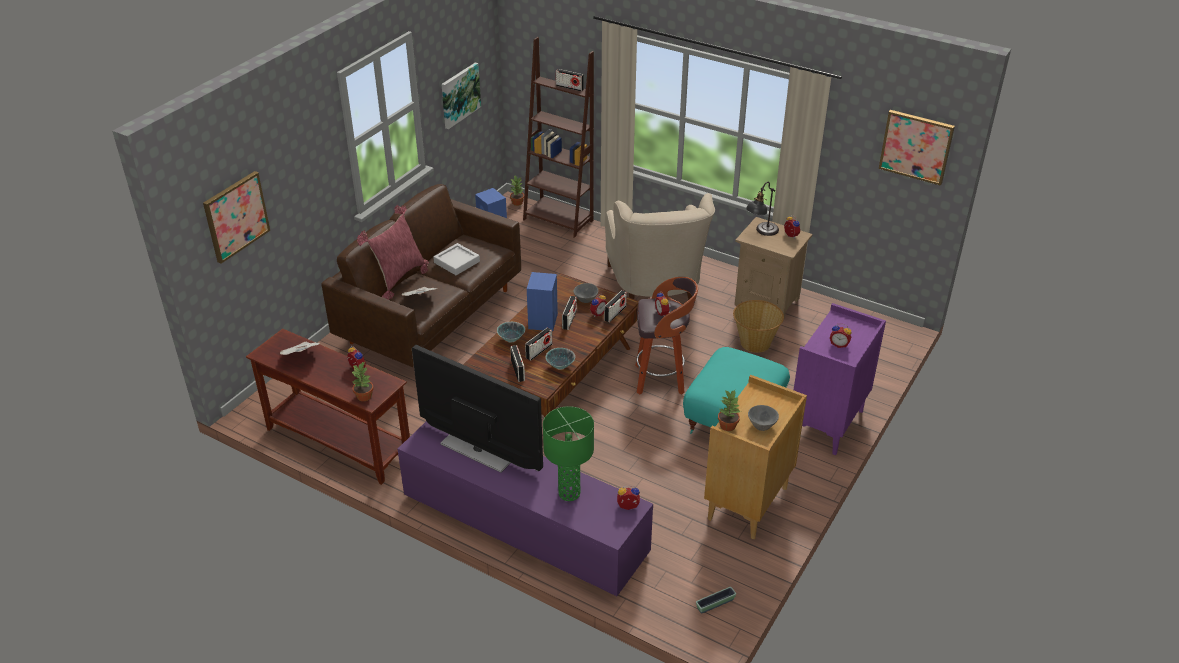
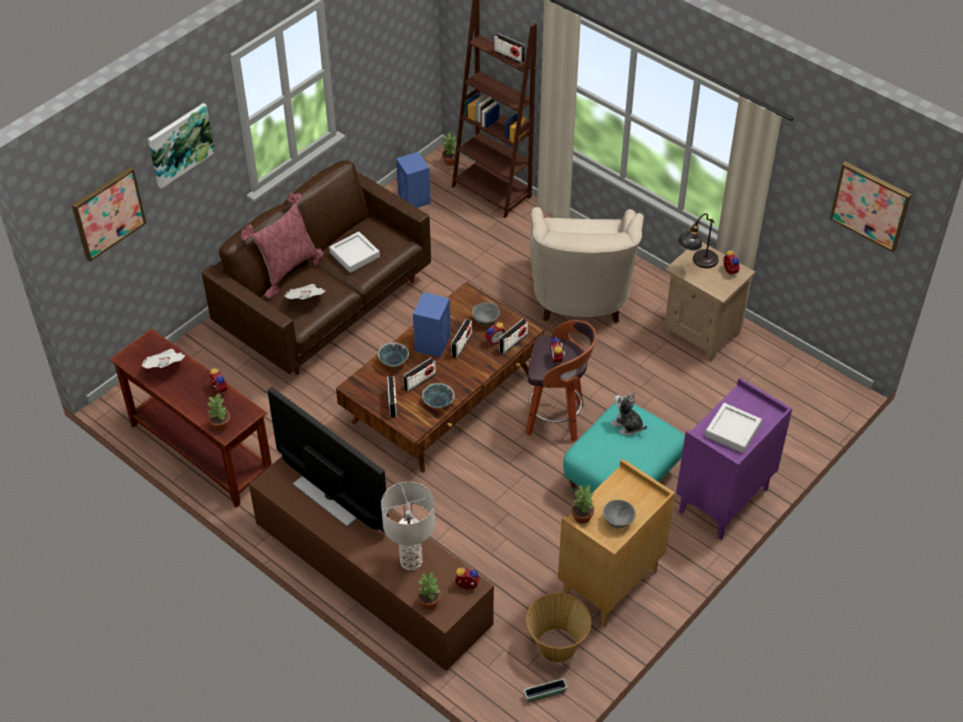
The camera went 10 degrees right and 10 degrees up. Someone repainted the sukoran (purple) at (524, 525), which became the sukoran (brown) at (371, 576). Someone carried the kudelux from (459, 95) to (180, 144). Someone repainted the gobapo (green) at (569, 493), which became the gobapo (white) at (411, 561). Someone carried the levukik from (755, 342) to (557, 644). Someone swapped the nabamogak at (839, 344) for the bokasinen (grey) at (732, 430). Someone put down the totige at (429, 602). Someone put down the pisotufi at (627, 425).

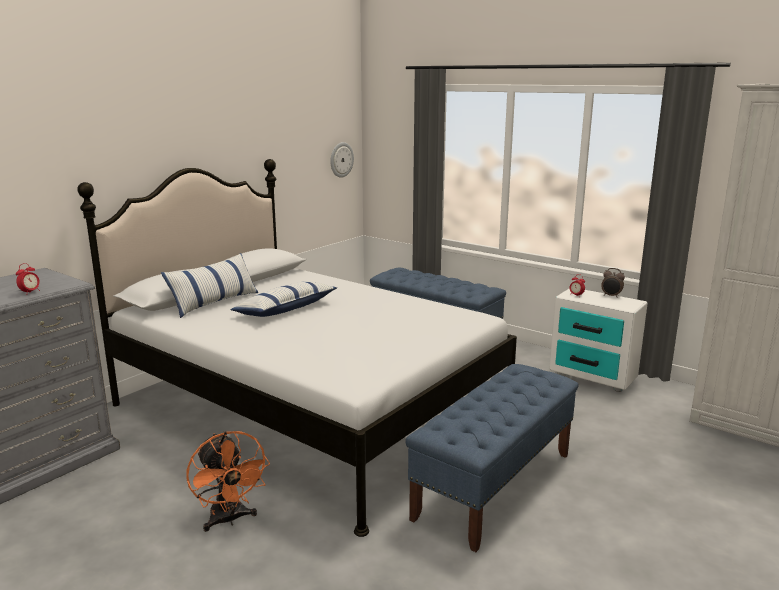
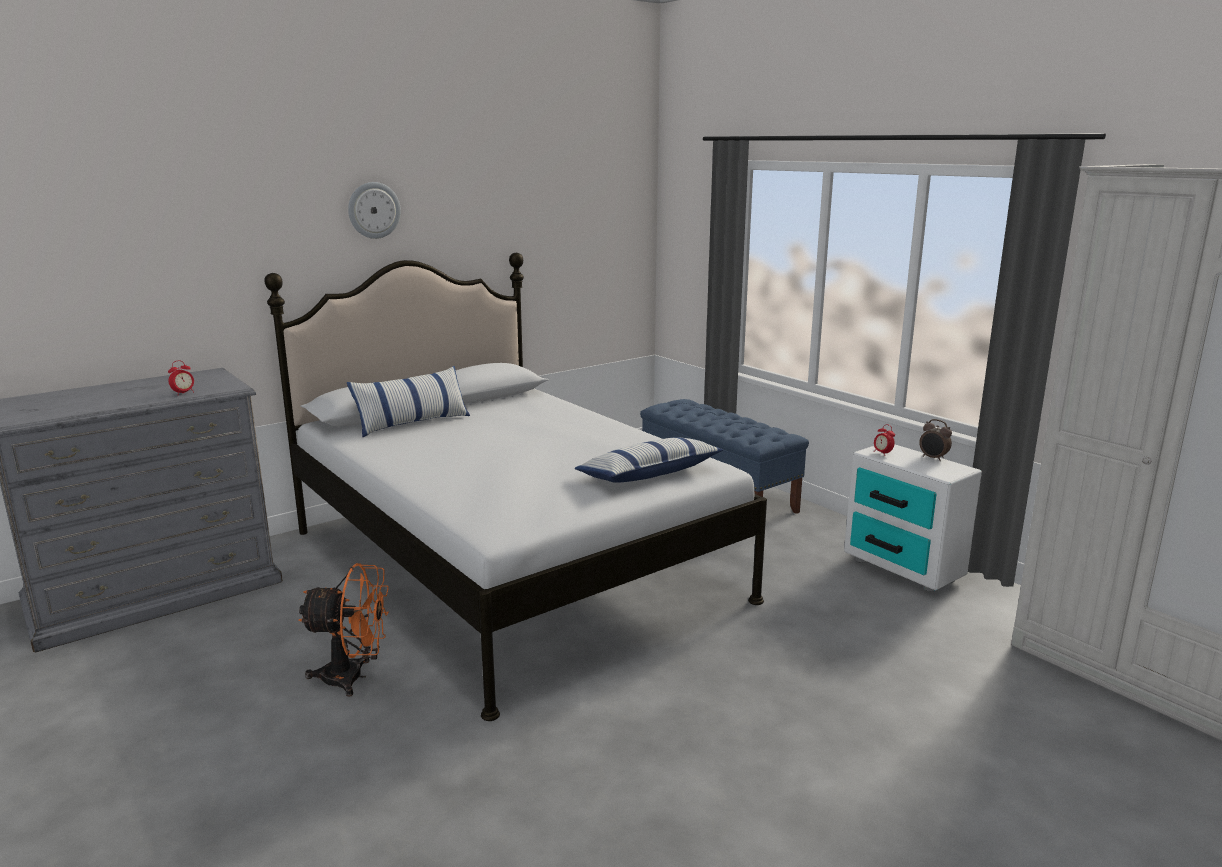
The camera went 15 degrees right and 0 degrees up. Someone rotated the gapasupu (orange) at (229, 520) by 75 degrees counterclockwise. Someone carried the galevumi from (286, 309) to (649, 474). Someone carried the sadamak from (341, 159) to (374, 210). Someone took away the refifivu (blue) at (494, 485).

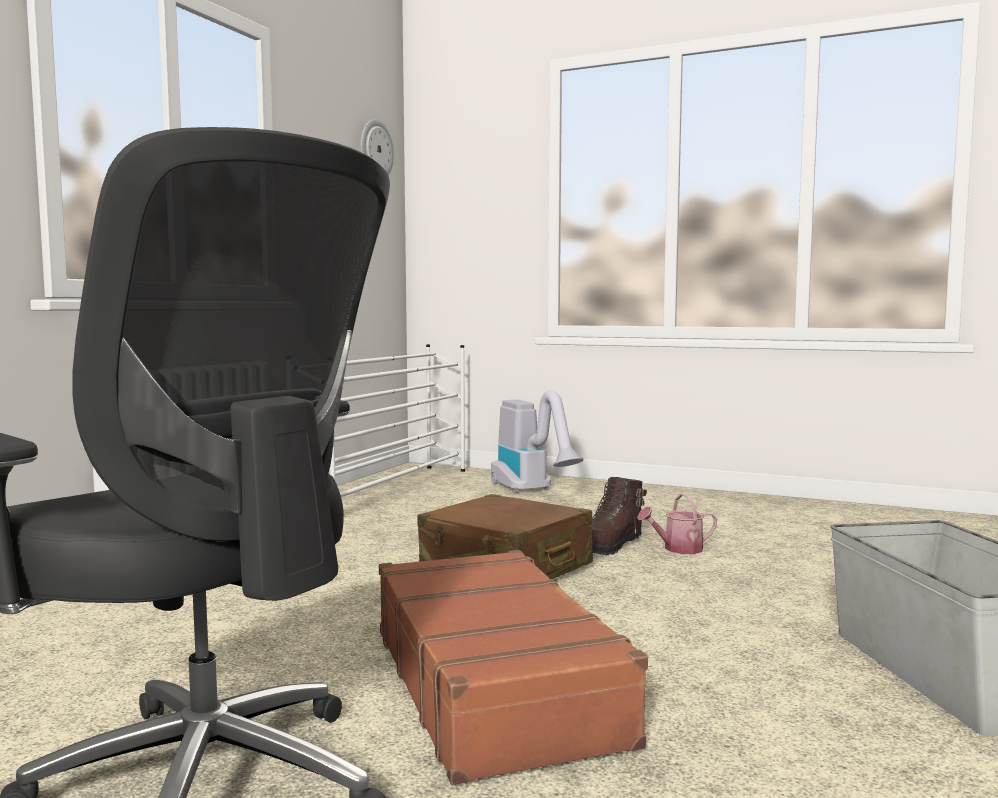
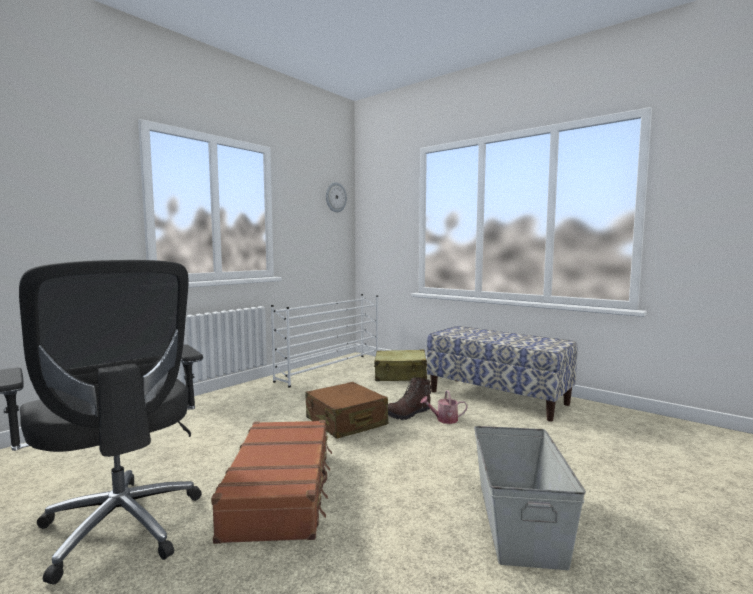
The camera went 15 degrees right and 0 degrees up. Someone swapped the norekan at (532, 491) for the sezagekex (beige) at (401, 375). Someone put down the refifivu at (497, 397).

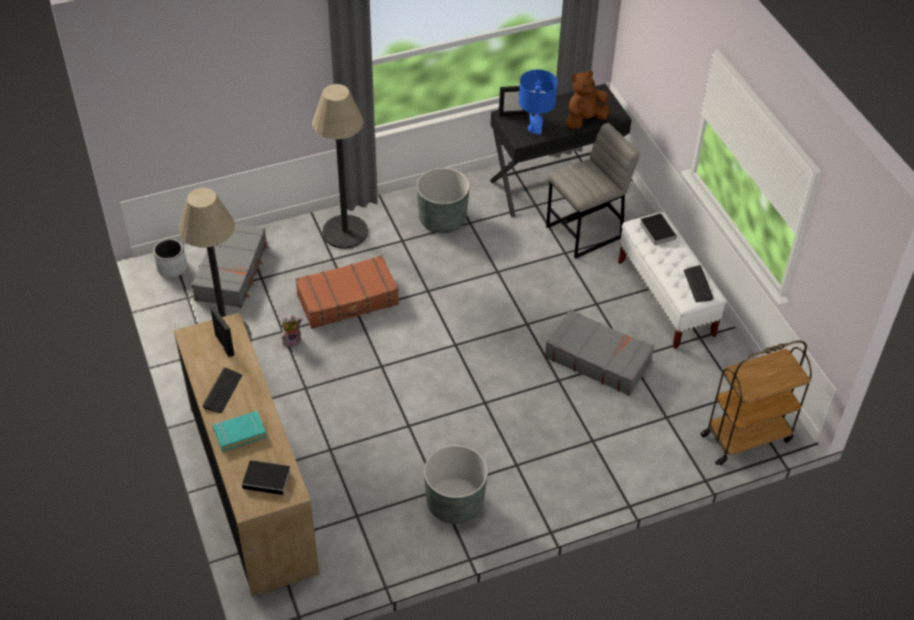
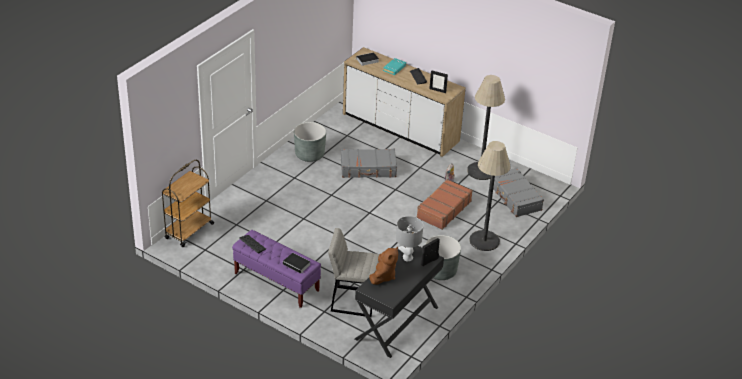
The camera went 145 degrees right and 10 degrees down. Someone took away the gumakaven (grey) at (172, 267). Someone repainted the gobapo (blue) at (535, 129), which became the gobapo (grey) at (407, 257). Someone carried the sezagekex (grey) from (597, 359) to (368, 169). Someone rotated the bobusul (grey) at (586, 231) by 75 degrees clockwise. Someone repainted the refifivu (white) at (665, 299), which became the refifivu (purple) at (276, 282).

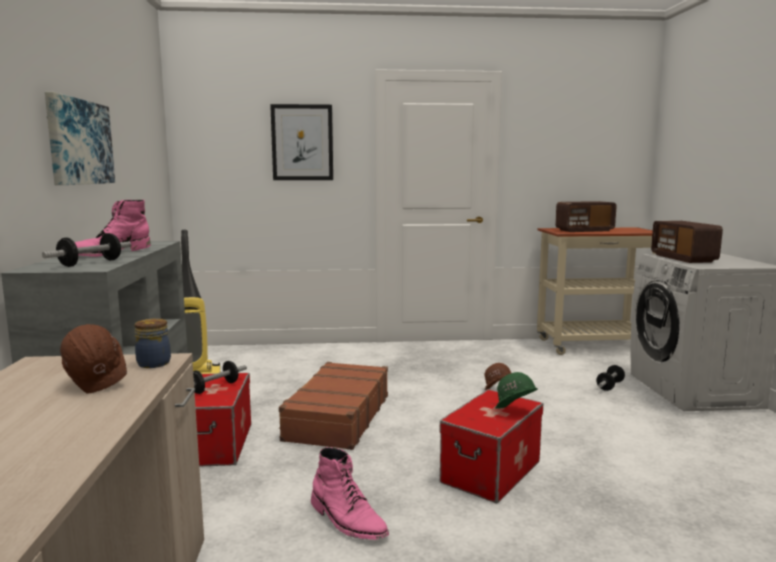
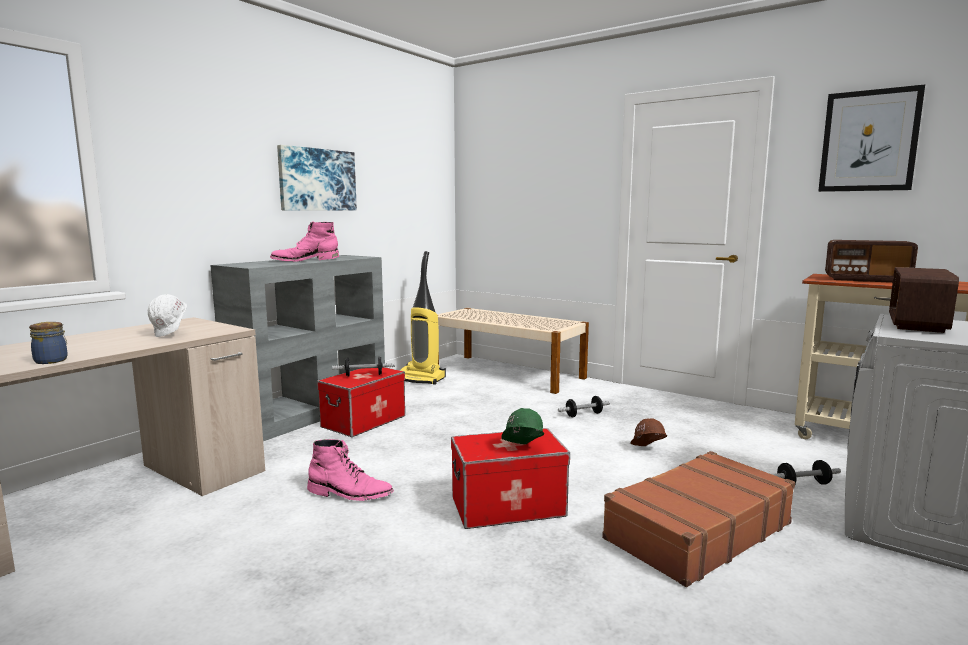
The camera went 40 degrees right and 0 degrees up. Someone carried the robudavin from (90, 263) to (583, 415). Someone repainted the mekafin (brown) at (97, 384), which became the mekafin (white) at (171, 334). Someone carried the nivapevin from (154, 363) to (52, 360). Someone carried the kudelux from (302, 142) to (869, 141). Someone carried the sezagekex (brown) from (337, 417) to (696, 531). Someone rotated the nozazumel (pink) at (347, 520) by 75 degrees counterclockwise. Someone put down the refifivu (beige) at (507, 373).

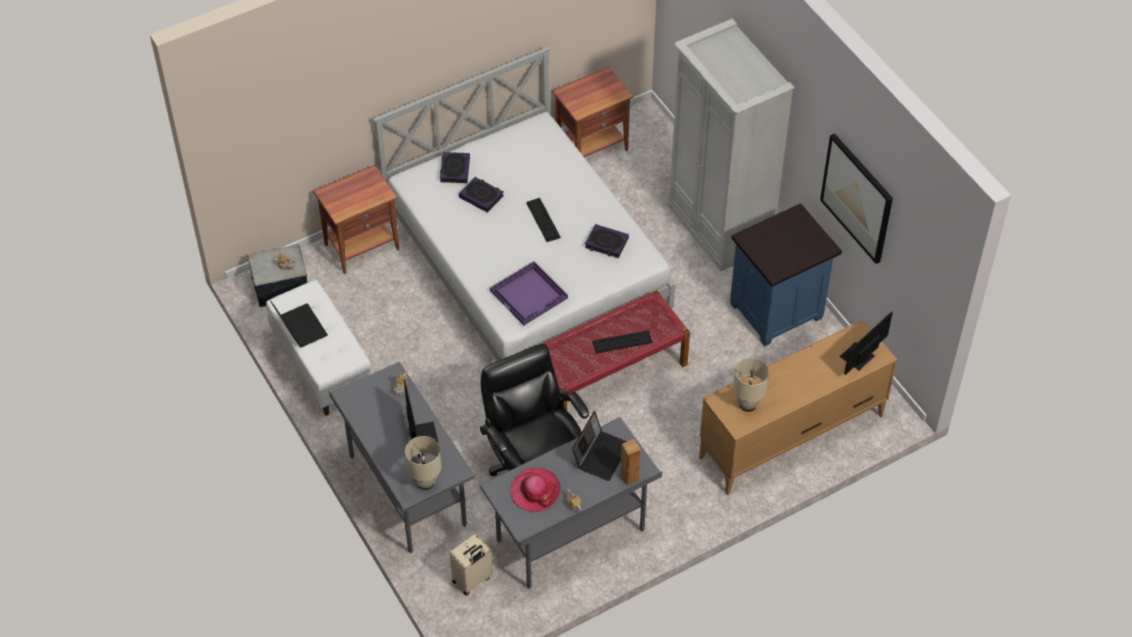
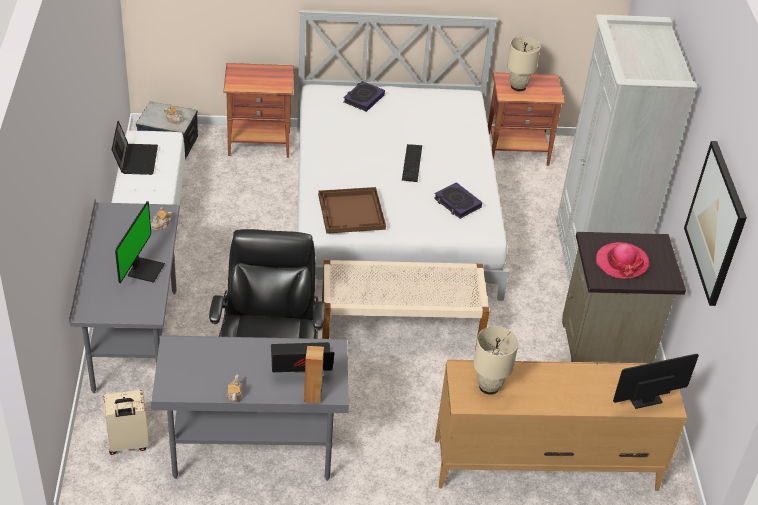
The camera went 25 degrees right and 10 degrees down. Someone carried the gobapo (beige) from (425, 482) to (518, 87). Someone took away the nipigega at (481, 196). Someone repainted the bokasinen (purple) at (529, 294), which became the bokasinen (brown) at (352, 212). Someone carried the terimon from (535, 491) to (621, 262). Someone repainted the refifivu (red) at (609, 372), which became the refifivu (beige) at (400, 327). Someone rotated the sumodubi at (601, 454) by 150 degrees counterclockwise. Someone took away the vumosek at (622, 342). Someone repainted the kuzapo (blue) at (778, 311), which became the kuzapo (beige) at (607, 347).

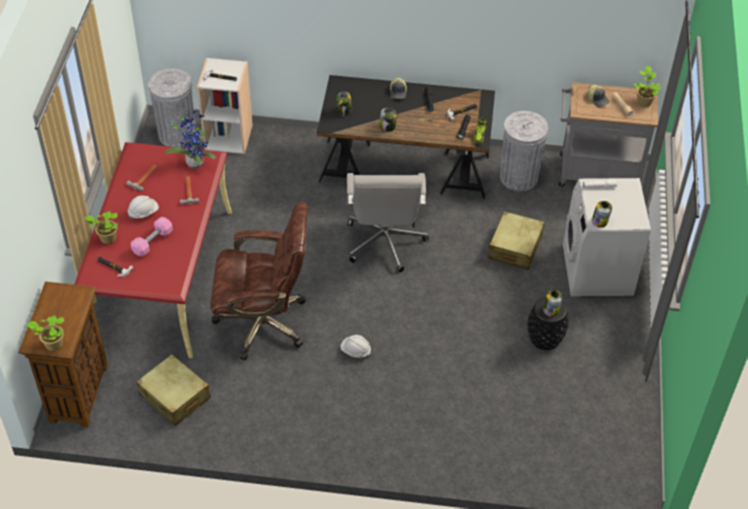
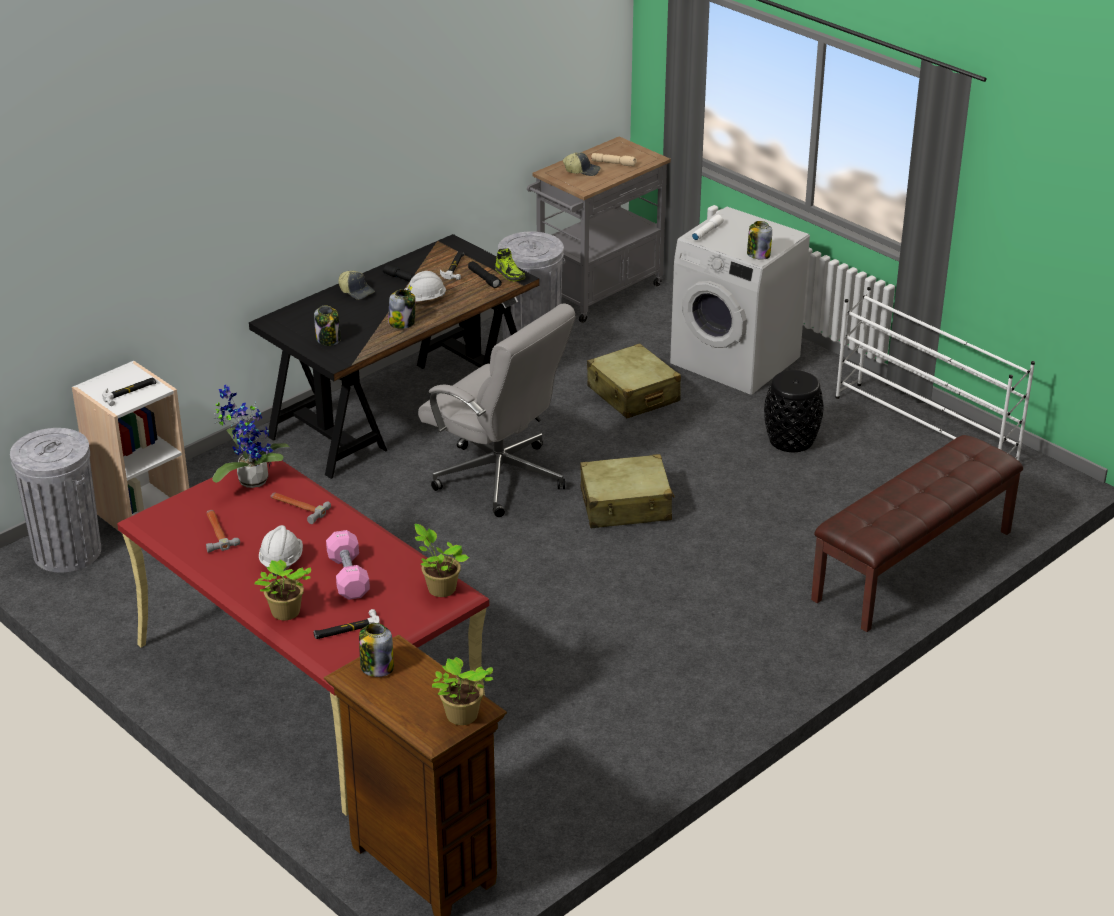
The camera went 50 degrees left and 15 degrees down. Someone carried the sezagekex (beige) from (175, 397) to (626, 505). Someone took away the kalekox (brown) at (262, 322). Someone carried the mekafin (white) from (355, 351) to (424, 300). Someone carried the nivapevin from (550, 309) to (376, 667). Someone carried the totige from (643, 101) to (440, 588). Someone put down the refifivu (brown) at (913, 566). Someone put down the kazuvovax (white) at (925, 430).

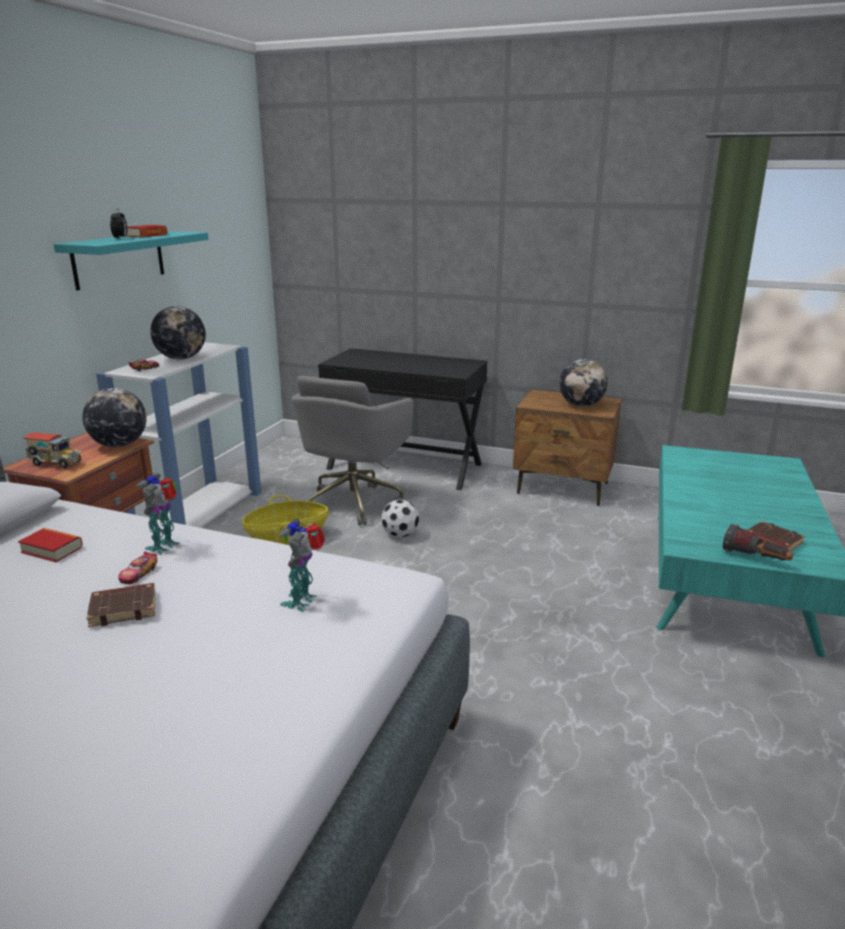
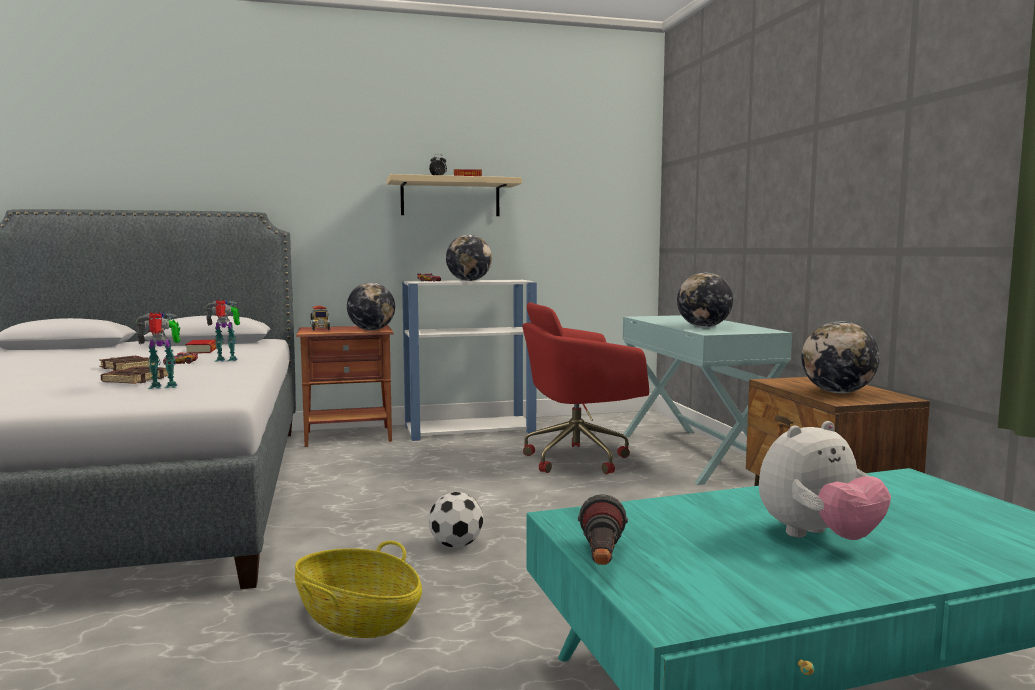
The camera went 55 degrees right and 15 degrees down. Someone repainted the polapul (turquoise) at (119, 259), which became the polapul (beige) at (450, 197). Someone carried the levukik from (287, 538) to (358, 619). Someone repainted the kalekox (grey) at (355, 502), which became the kalekox (red) at (581, 459). Someone repainted the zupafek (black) at (405, 466), which became the zupafek (turquoise) at (695, 454). Someone carried the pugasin from (400, 535) to (455, 545). Someone carried the nipigega (brown) from (772, 541) to (136, 380). Someone put down the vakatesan at (703, 327). Someone put down the pisotufi at (818, 537).

